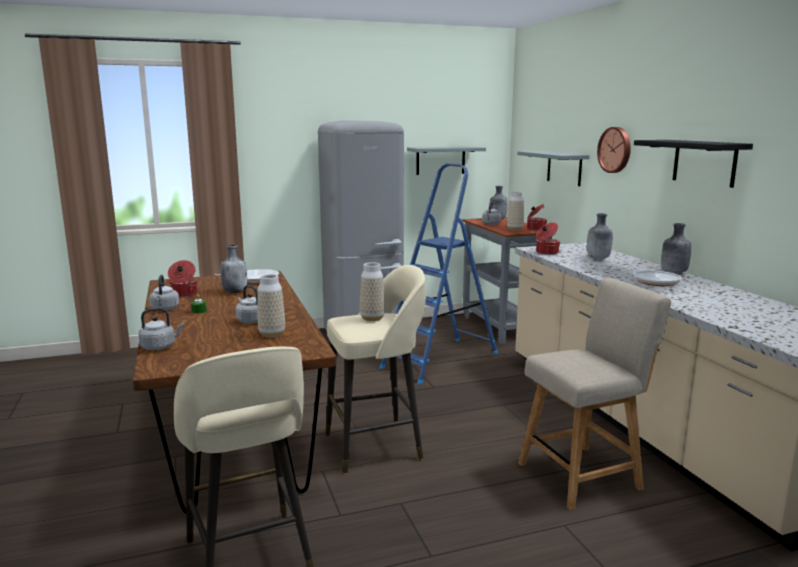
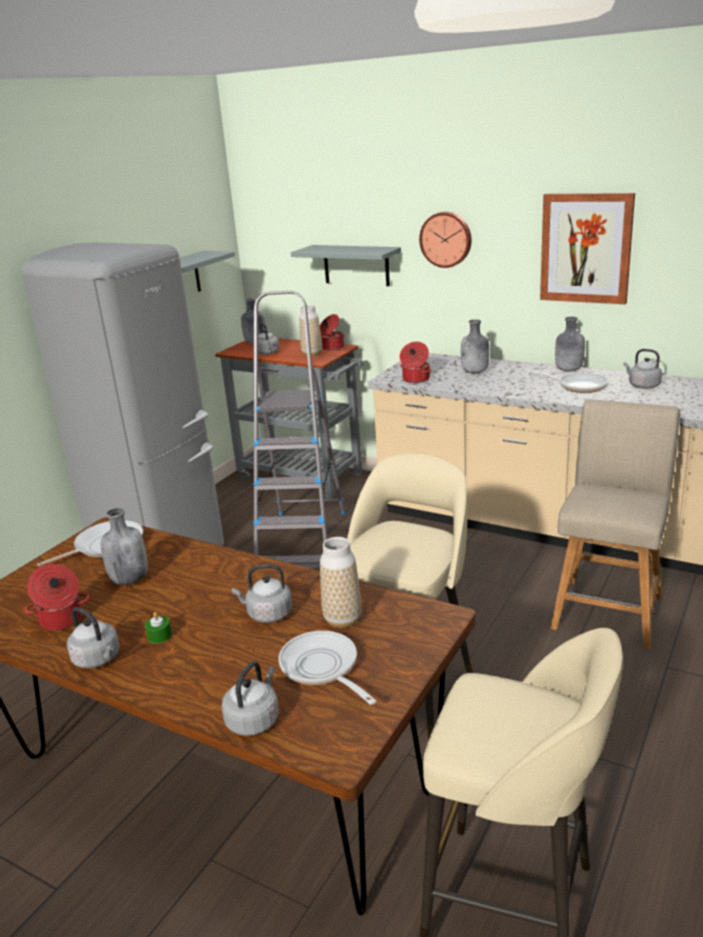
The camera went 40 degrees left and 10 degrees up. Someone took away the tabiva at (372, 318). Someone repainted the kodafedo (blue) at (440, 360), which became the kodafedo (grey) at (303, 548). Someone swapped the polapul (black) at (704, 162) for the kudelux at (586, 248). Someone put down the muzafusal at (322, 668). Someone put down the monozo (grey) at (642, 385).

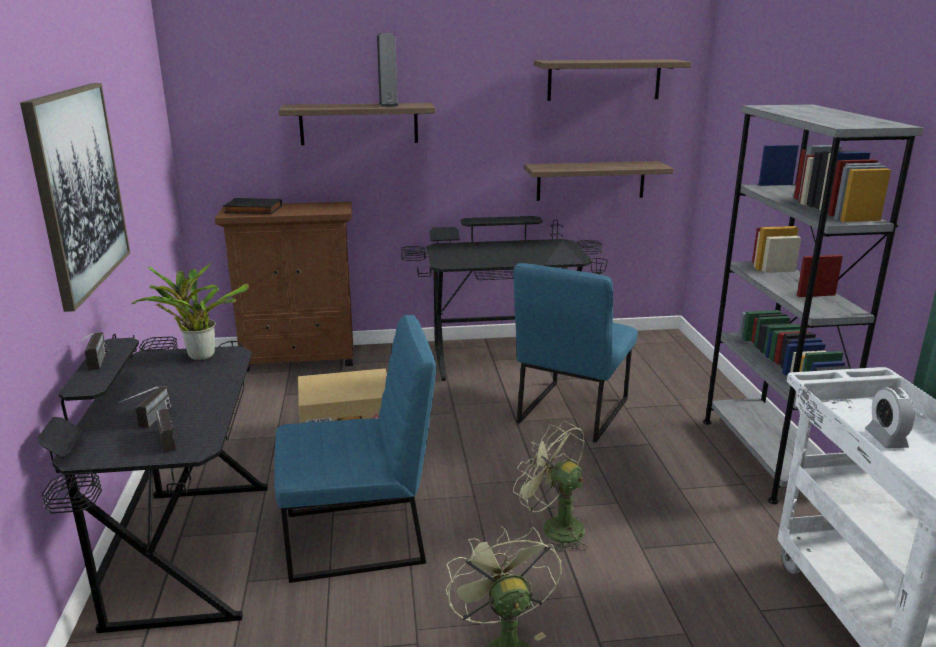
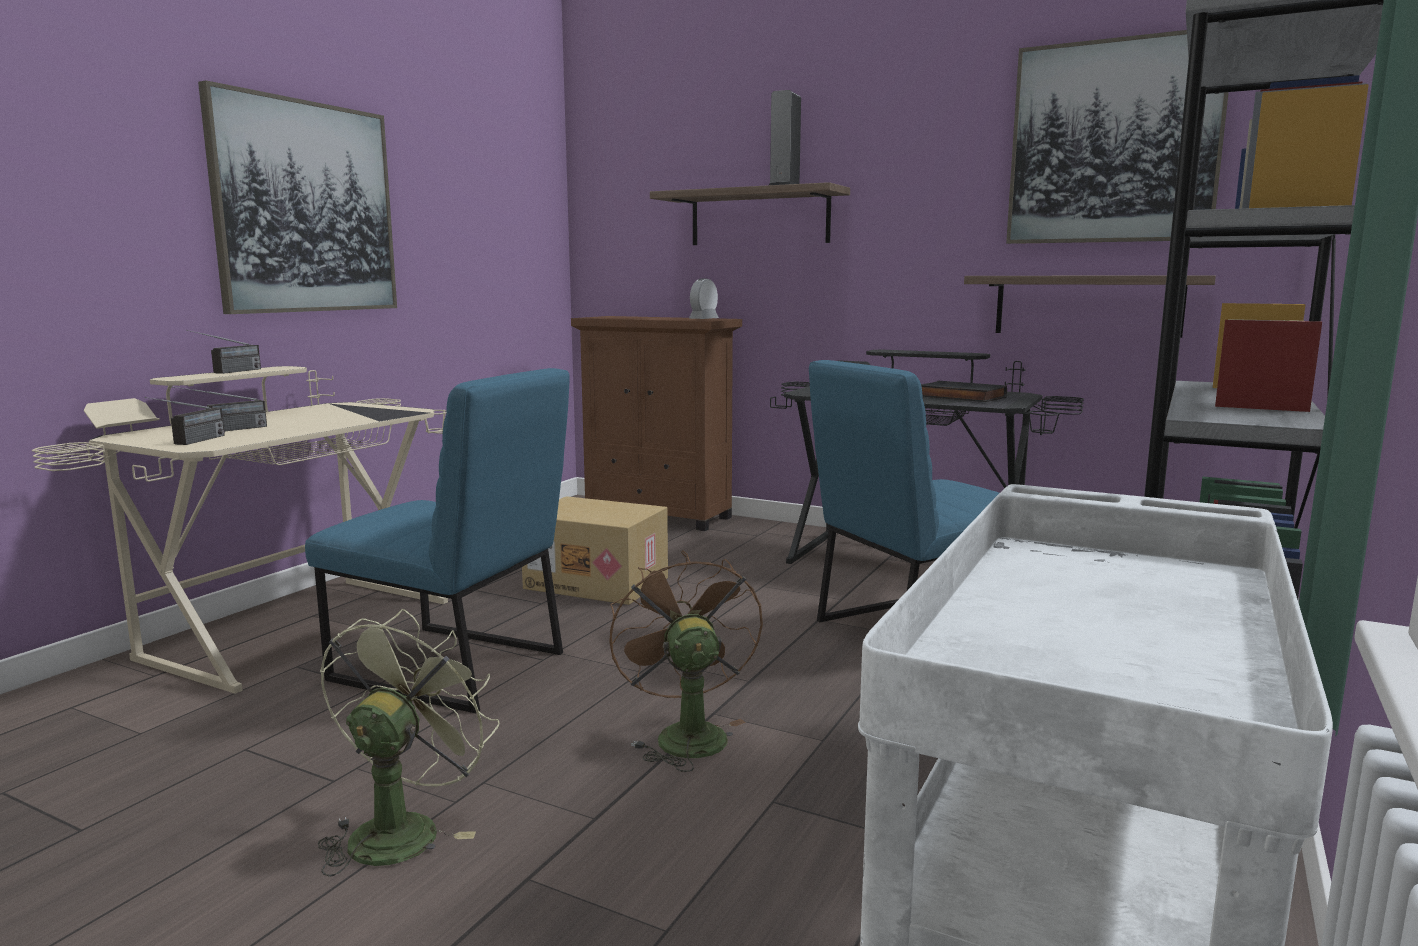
The camera went 35 degrees right and 10 degrees down. Someone repainted the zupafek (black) at (185, 551), which became the zupafek (beige) at (296, 627). Someone took away the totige at (198, 355). Someone carried the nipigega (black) from (252, 210) to (959, 397). Someone repainted the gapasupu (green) at (554, 527), which became the gapasupu (brown) at (685, 734). Someone swapped the polapul at (604, 80) for the kudelux at (1113, 142). Someone carried the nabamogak from (886, 439) to (703, 319).

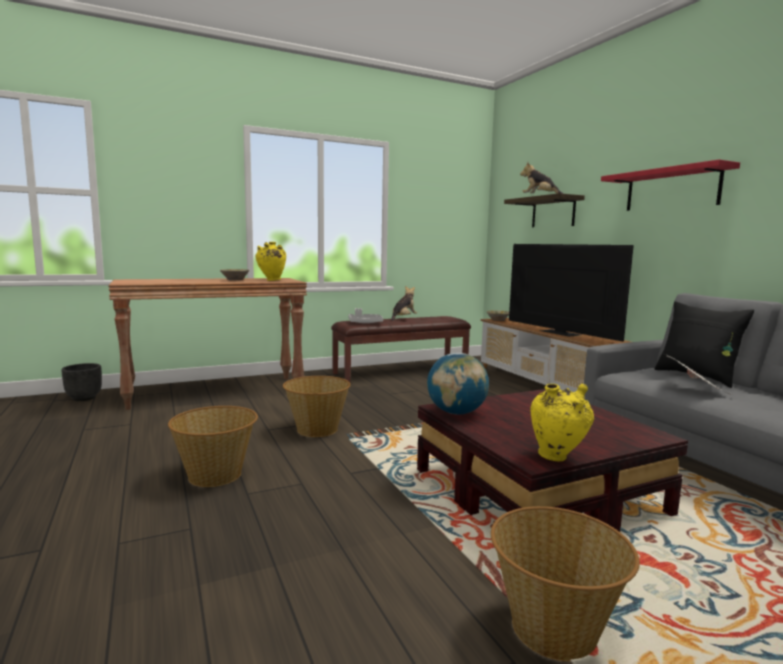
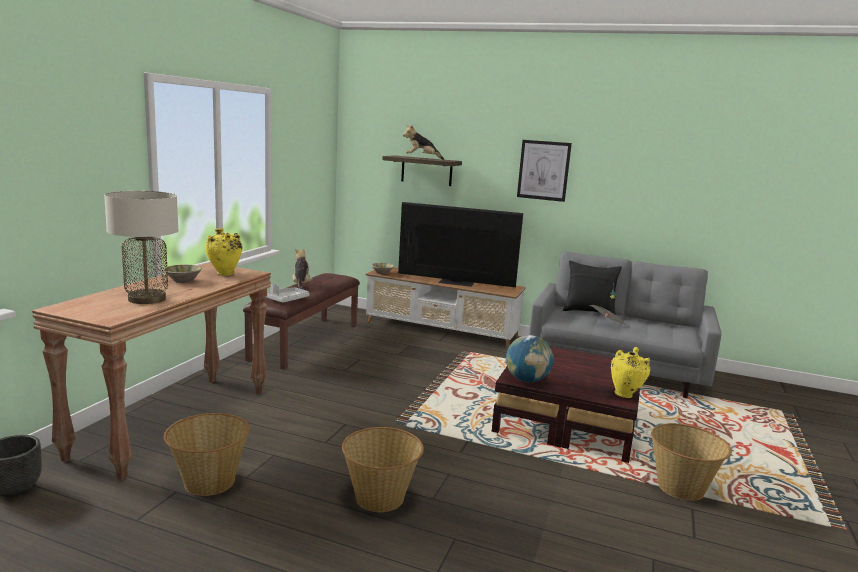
The camera went 45 degrees left and 5 degrees up. Someone carried the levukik from (317, 429) to (209, 481). Someone swapped the polapul (red) at (671, 189) for the kudelux at (543, 170). Someone put down the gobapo at (147, 299).

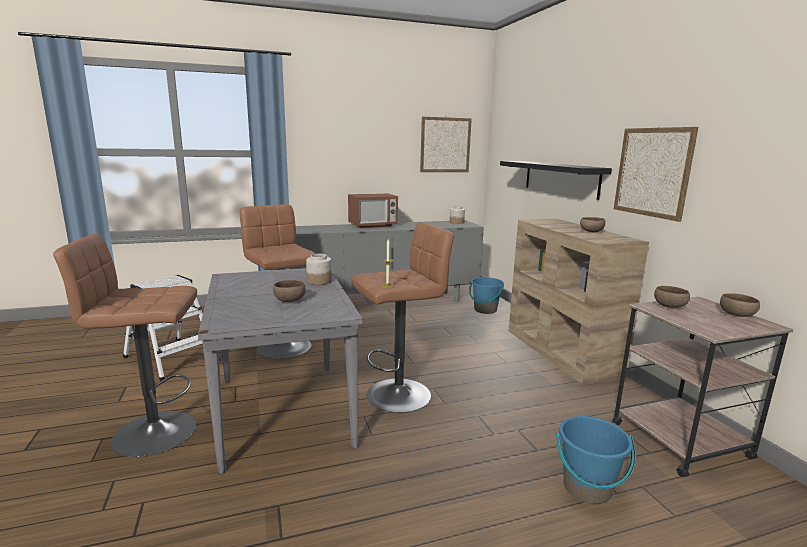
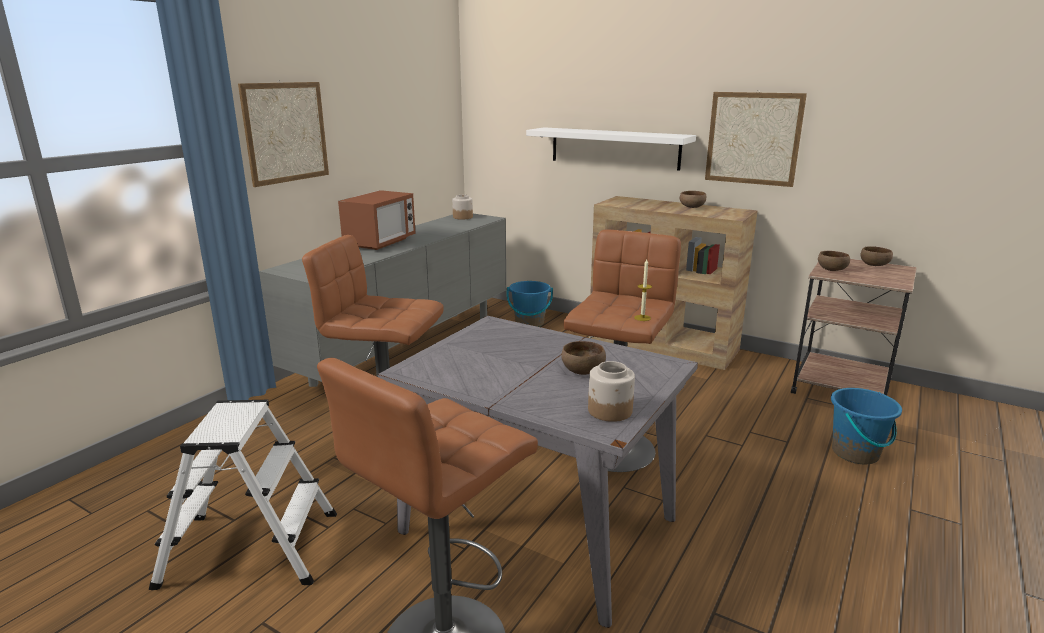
The camera went 40 degrees left and 5 degrees up. Someone carried the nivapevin from (319, 281) to (610, 411). Someone carried the kudelux from (445, 144) to (285, 131). Someone repainted the polapul (black) at (560, 178), which became the polapul (white) at (614, 148).

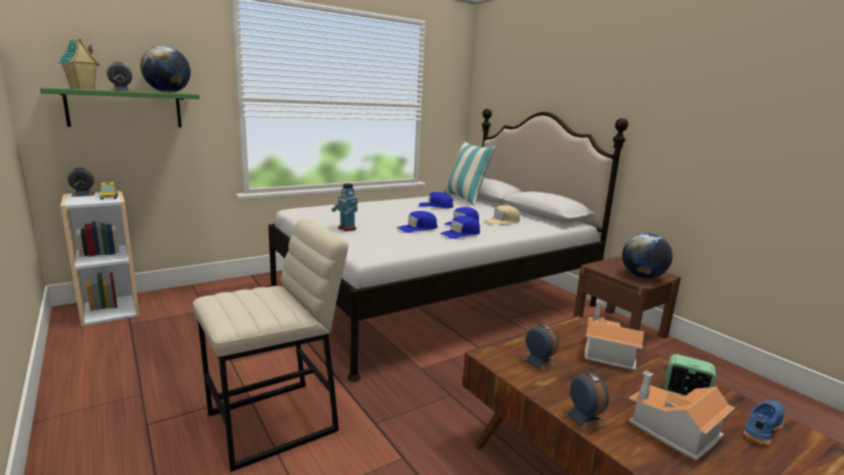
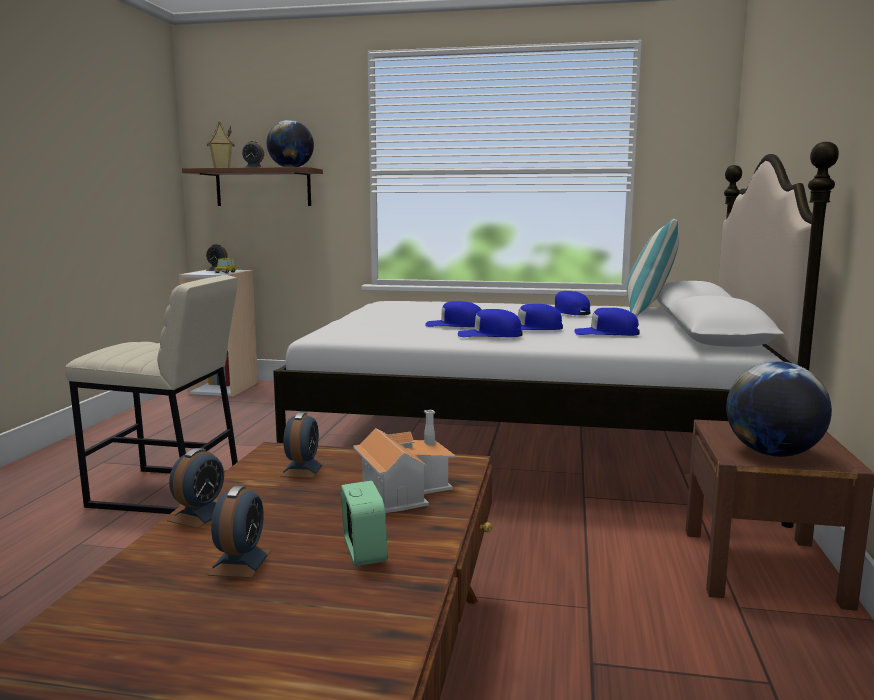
The camera went 45 degrees right and 5 degrees down. Someone repainted the polapul (green) at (125, 109), which became the polapul (brown) at (263, 188). Someone took away the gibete at (346, 229). Someone repainted the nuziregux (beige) at (502, 221), which became the nuziregux (blue) at (606, 333). Someone swapped the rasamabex at (674, 432) for the nabamogak at (240, 562). Someone took away the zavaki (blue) at (760, 427).

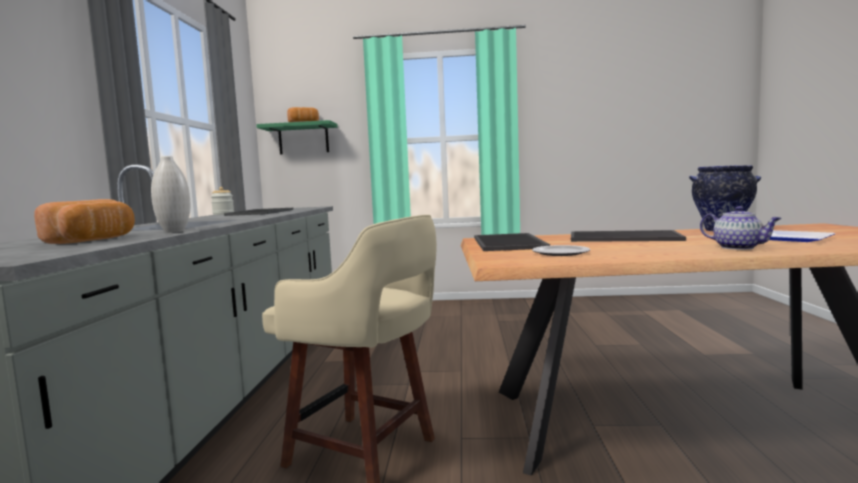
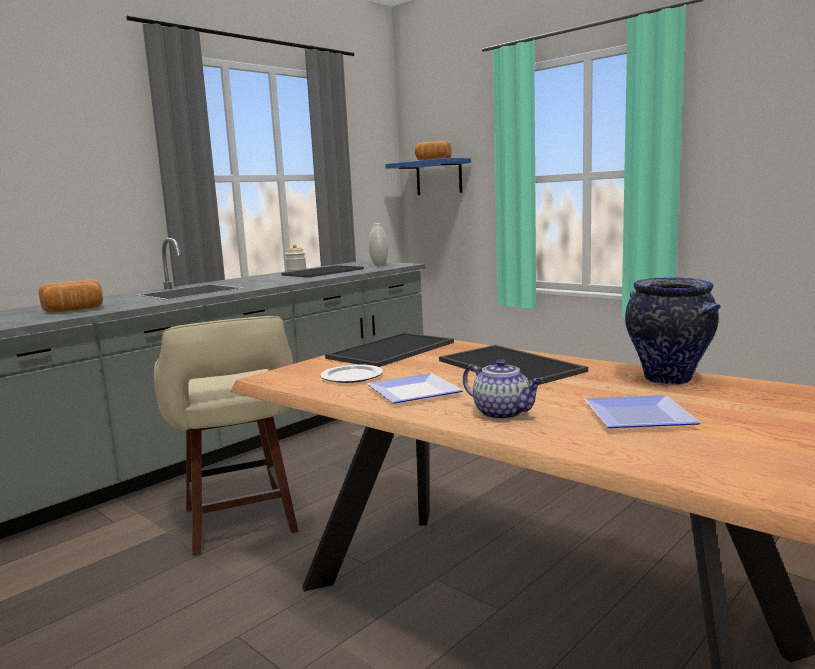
The camera went 40 degrees right and 5 degrees up. Someone carried the tabiva (white) from (174, 231) to (379, 265). Someone repainted the polapul (green) at (303, 139), which became the polapul (blue) at (439, 177). Someone rotated the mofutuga at (739, 248) by 45 degrees counterclockwise. Someone put down the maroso at (412, 393).

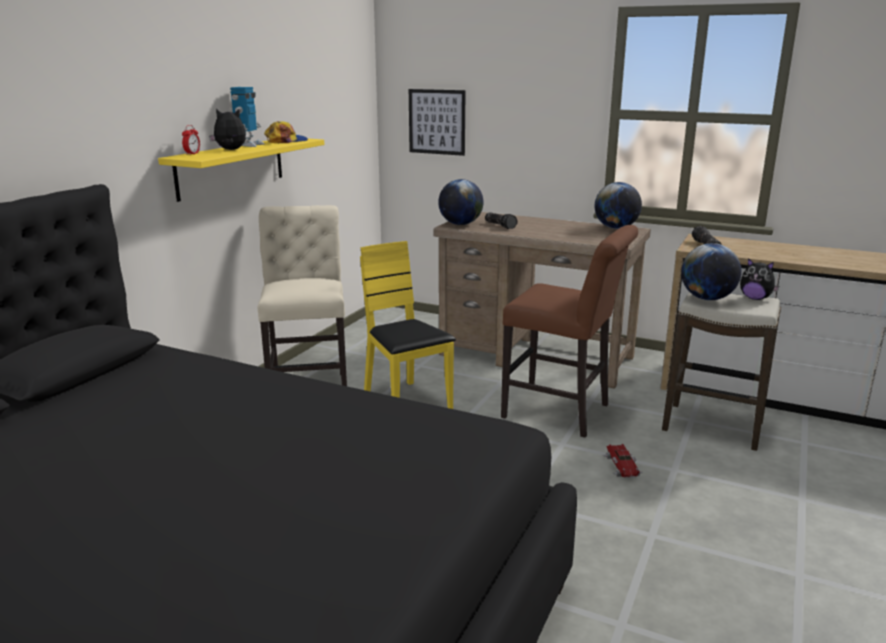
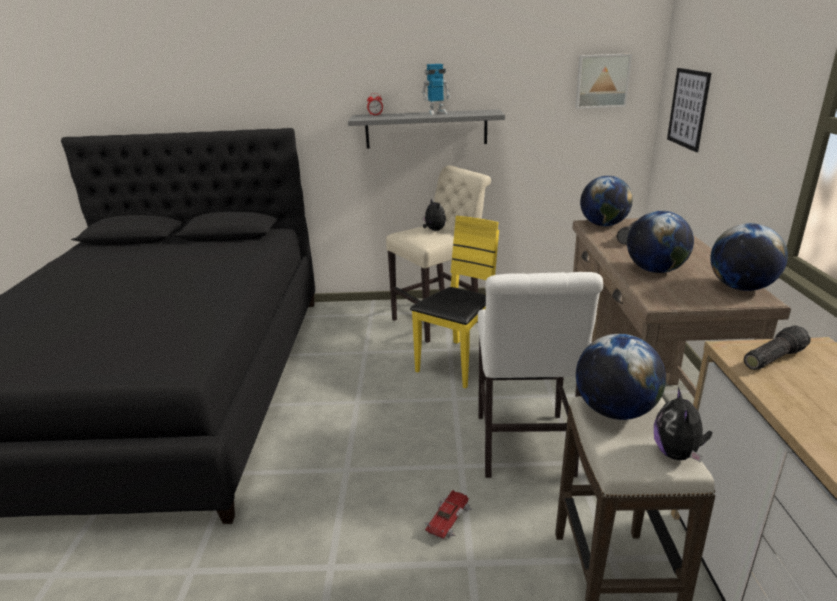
The camera went 65 degrees right and 5 degrees up. Someone repainted the polapul (yellow) at (231, 167), which became the polapul (grey) at (426, 129). Someone carried the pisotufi from (230, 150) to (434, 230). Someone took away the nuziregux at (286, 141). Someone repainted the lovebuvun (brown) at (561, 413), which became the lovebuvun (white) at (524, 449). Someone rotated the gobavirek at (622, 466) by 150 degrees clockwise. Someone put up the kudelux at (602, 81). Someone put down the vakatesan at (655, 270).

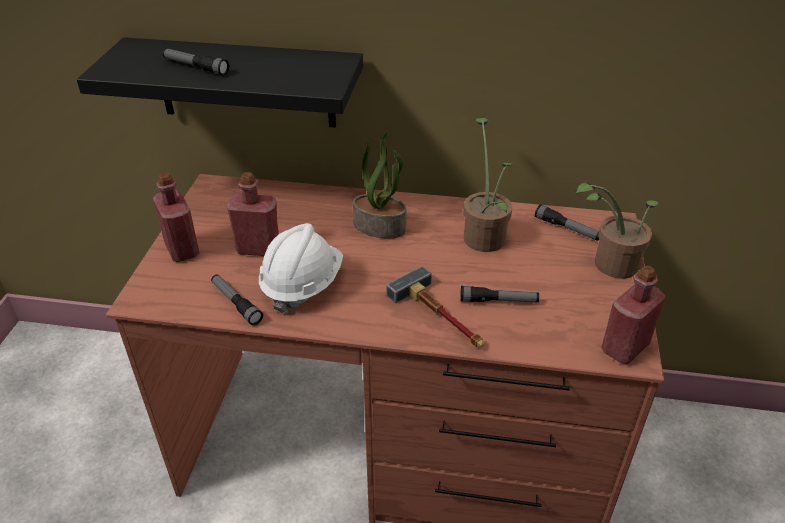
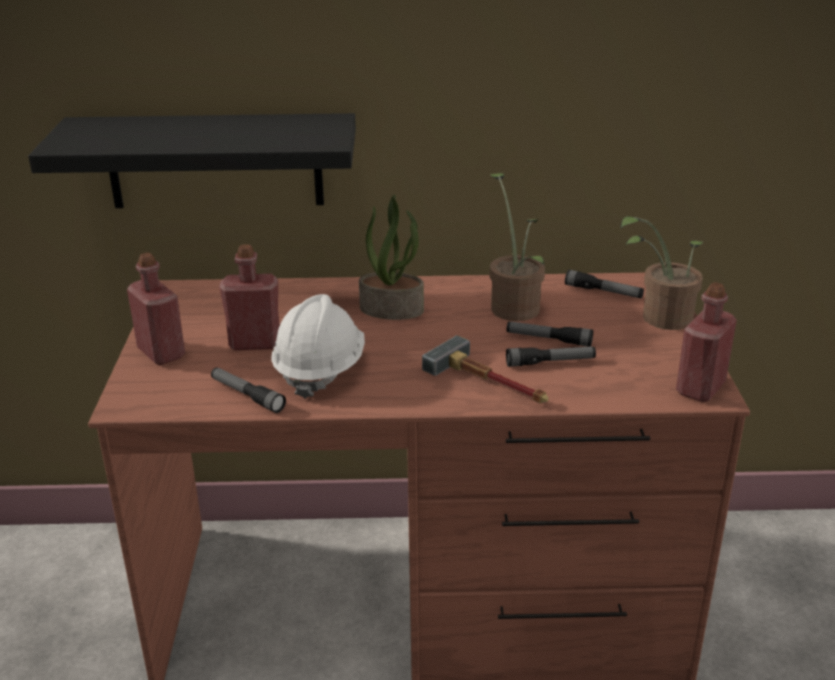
The camera went 10 degrees left and 10 degrees down. Someone carried the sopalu from (195, 67) to (548, 340).

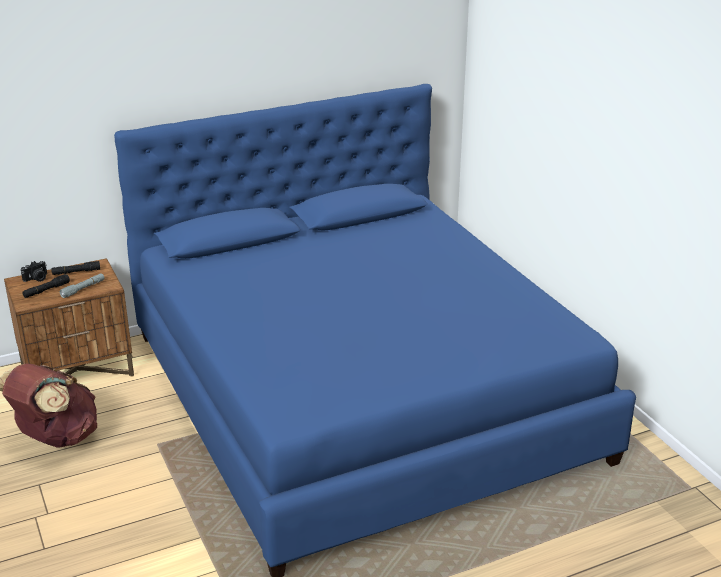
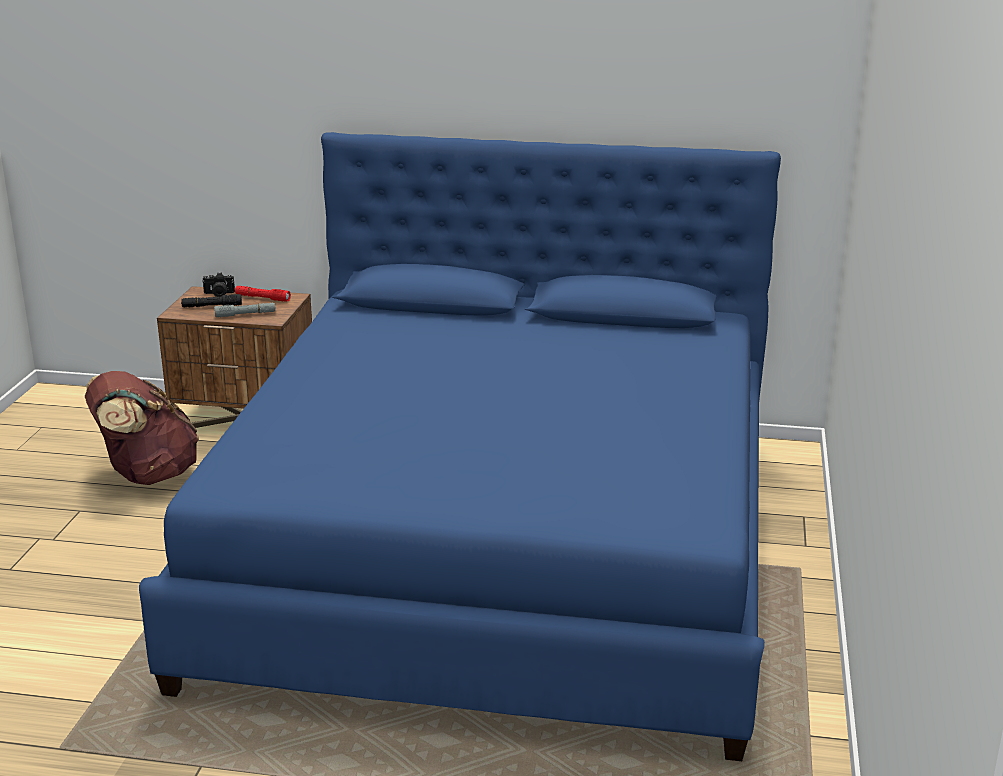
The camera went 35 degrees right and 5 degrees down. Someone repainted the sopalu (black) at (76, 272), which became the sopalu (red) at (262, 298).

